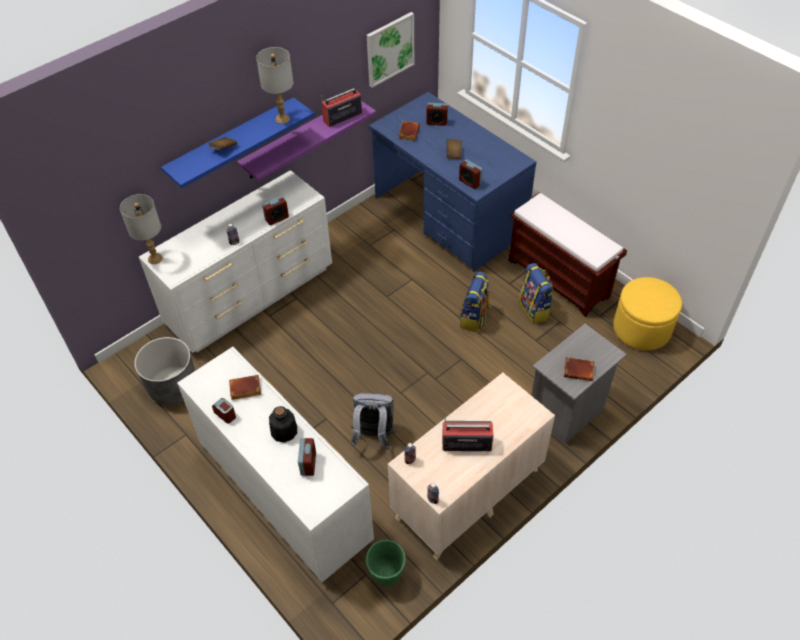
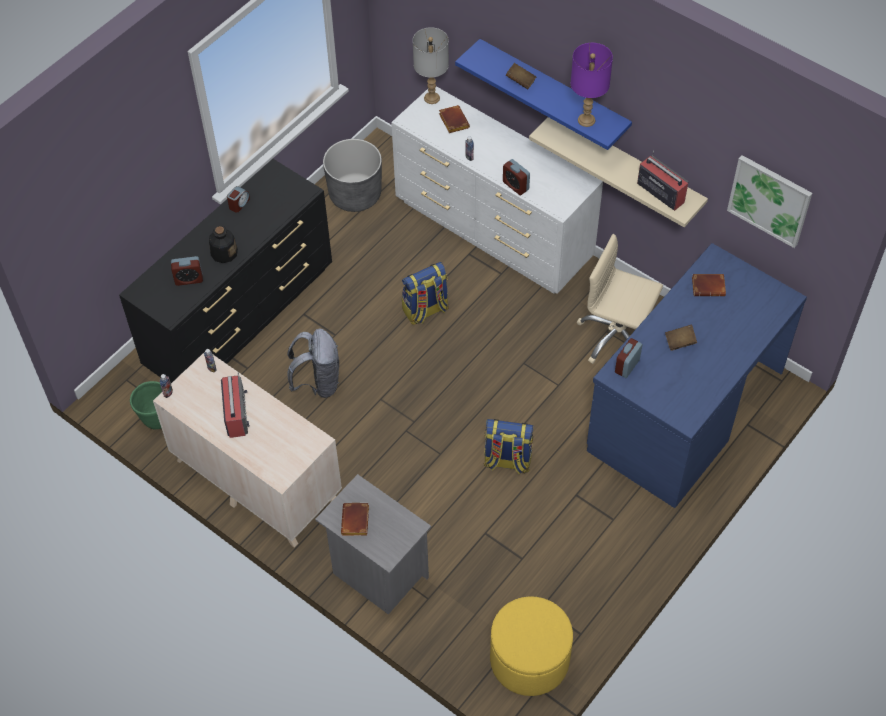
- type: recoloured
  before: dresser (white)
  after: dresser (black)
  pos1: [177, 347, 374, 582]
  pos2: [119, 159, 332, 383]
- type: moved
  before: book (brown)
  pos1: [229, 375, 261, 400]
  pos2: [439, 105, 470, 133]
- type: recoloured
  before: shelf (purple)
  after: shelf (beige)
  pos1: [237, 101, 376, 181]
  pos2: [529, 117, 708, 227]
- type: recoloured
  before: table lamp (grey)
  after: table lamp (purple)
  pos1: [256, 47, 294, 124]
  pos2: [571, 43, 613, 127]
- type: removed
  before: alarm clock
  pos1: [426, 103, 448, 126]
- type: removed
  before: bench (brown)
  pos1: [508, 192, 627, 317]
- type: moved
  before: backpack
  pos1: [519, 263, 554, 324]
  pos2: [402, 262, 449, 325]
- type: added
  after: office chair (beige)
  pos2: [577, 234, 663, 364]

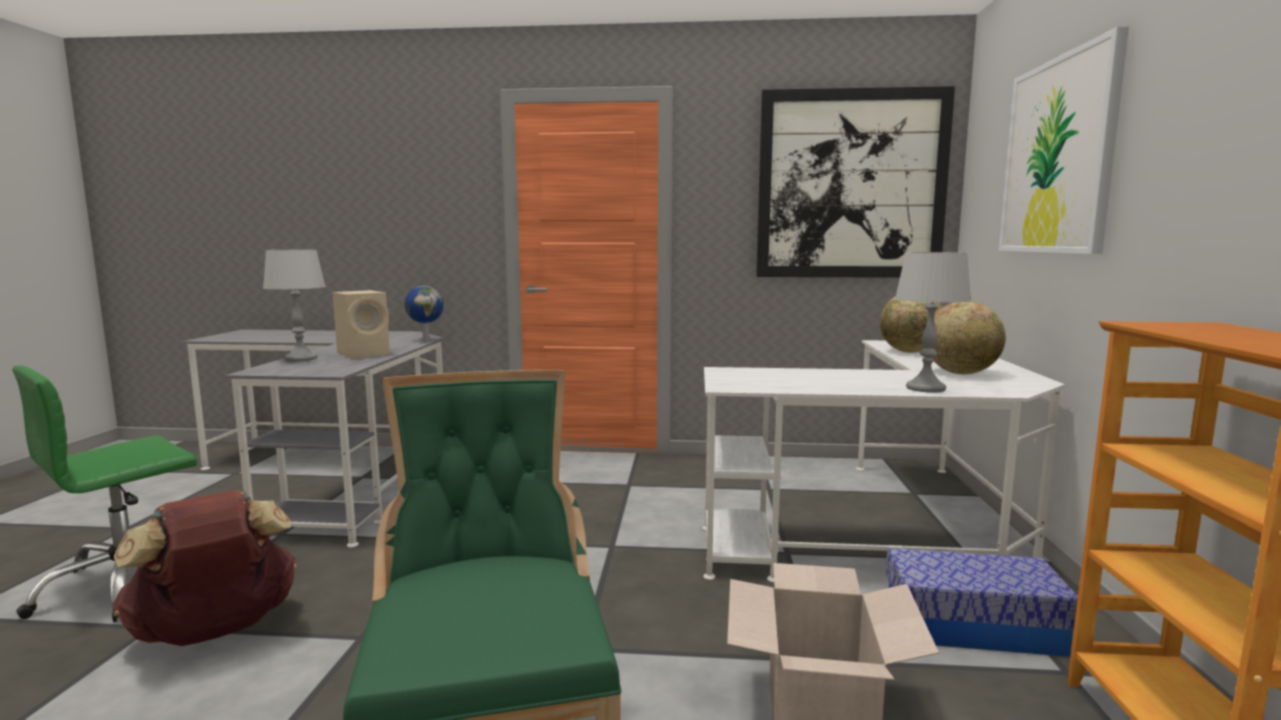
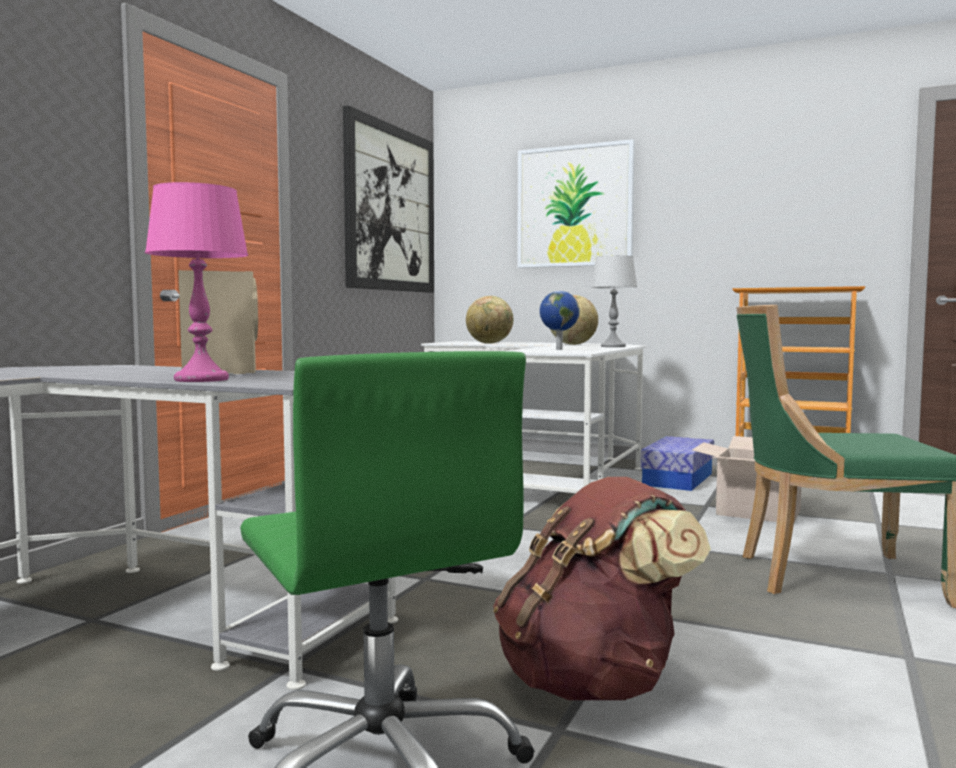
- type: recoloured
  before: table lamp (grey)
  after: table lamp (pink)
  pos1: [263, 250, 326, 362]
  pos2: [145, 182, 248, 382]
- type: moved
  before: globe
  pos1: [405, 286, 444, 341]
  pos2: [540, 291, 580, 350]

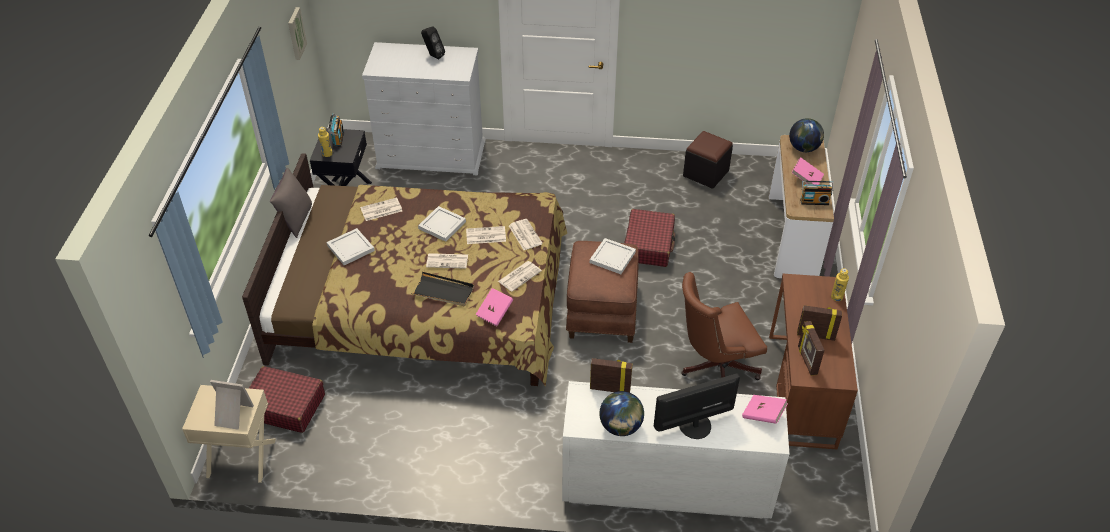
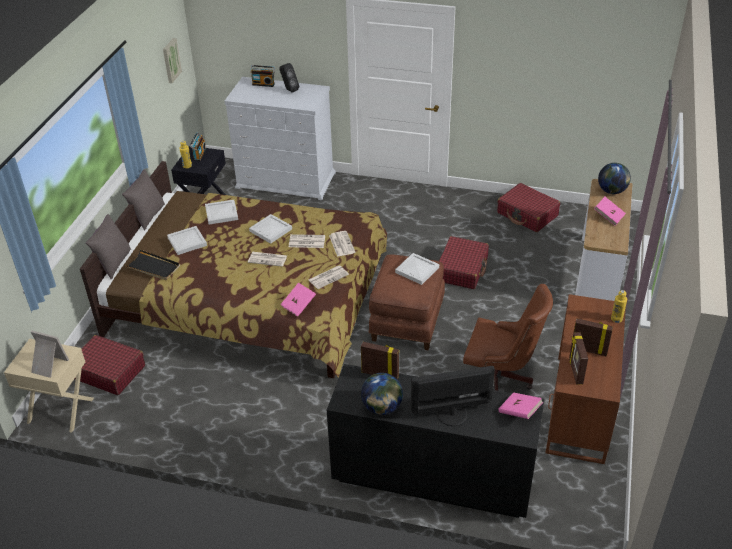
- type: replaced
  before: newspaper
  after: tray (white)
  pos1: [360, 197, 402, 221]
  pos2: [205, 200, 238, 224]
- type: moved
  before: tray (black)
  pos1: [411, 272, 474, 306]
  pos2: [124, 250, 180, 280]
- type: recoloured
  before: dresser (white)
  after: dresser (black)
  pos1: [562, 381, 789, 519]
  pos2: [327, 364, 544, 518]
- type: turned
  before: office chair (brown)
  pos1: [681, 272, 767, 380]
  pos2: [463, 284, 553, 391]
  turn: -150
- type: replaced
  before: ottoman (black)
  after: suitcase (red)
  pos1: [683, 131, 733, 189]
  pos2: [497, 183, 560, 232]
- type: moved
  before: radio
  pos1: [800, 181, 833, 205]
  pos2: [250, 65, 275, 87]
- type: added
  after: pillow (grey)
  pos2: [86, 214, 131, 280]

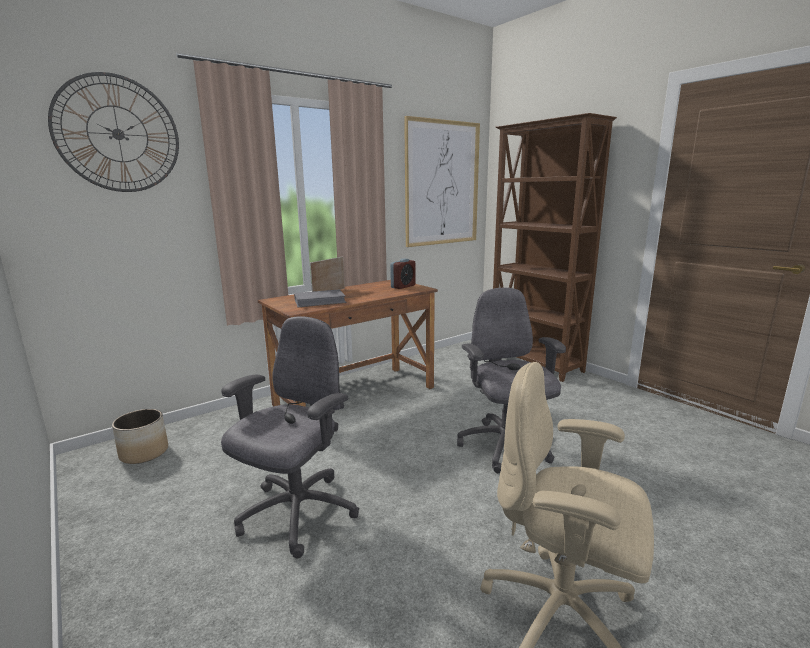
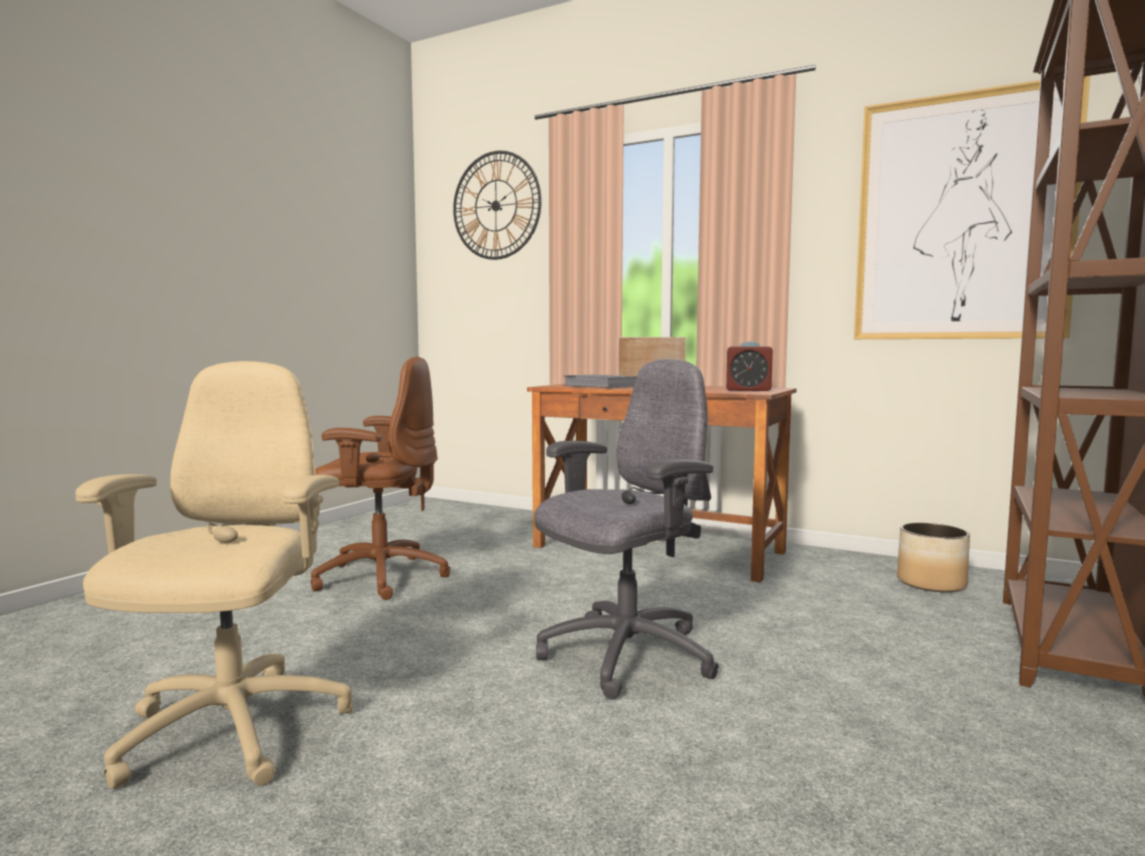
- type: moved
  before: planter
  pos1: [112, 409, 168, 464]
  pos2: [897, 523, 970, 592]
- type: recoloured
  before: office chair (grey)
  after: office chair (brown)
  pos1: [221, 316, 359, 558]
  pos2: [311, 356, 450, 600]

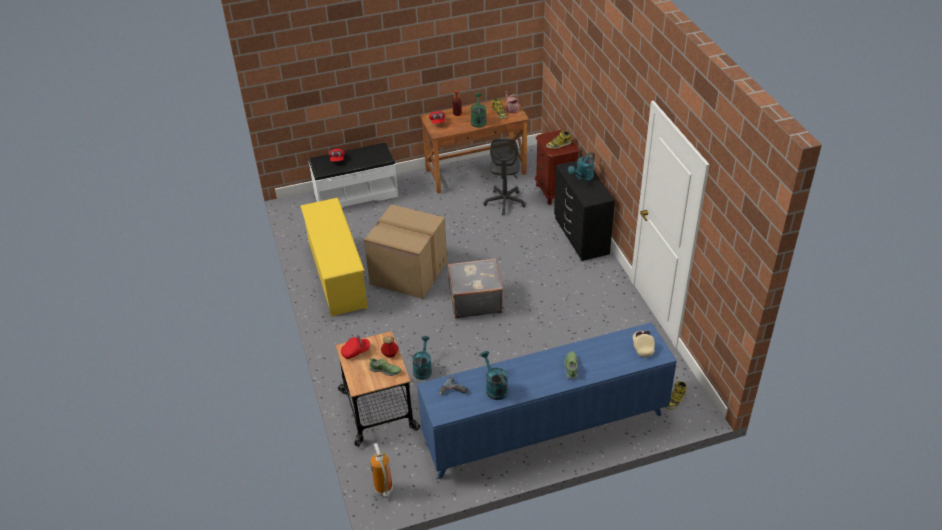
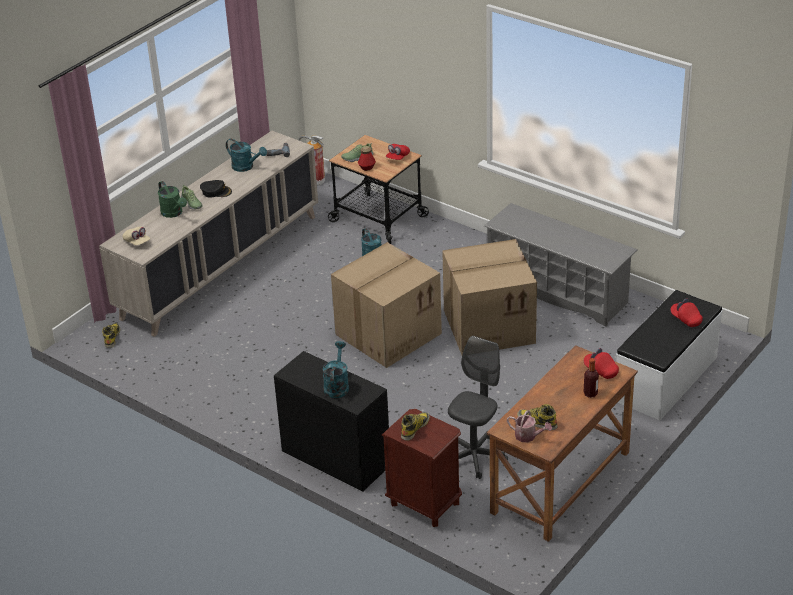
- type: recoloured
  before: shoe rack (yellow)
  after: shoe rack (grey)
  pos1: [300, 198, 368, 316]
  pos2: [484, 203, 637, 327]
- type: recoloured
  before: cabinet (blue)
  after: cabinet (beige)
  pos1: [417, 322, 677, 479]
  pos2: [99, 131, 318, 337]
- type: replaced
  before: suitcase (grey)
  after: cardboard box
  pos1: [447, 258, 503, 318]
  pos2: [331, 242, 442, 368]
- type: moved
  before: watering can (green)
  pos1: [471, 93, 487, 128]
  pos2: [158, 181, 187, 218]
- type: turned
  before: office chair (grey)
  pos1: [483, 139, 526, 216]
  pos2: [448, 336, 508, 479]
  turn: 60
- type: added
  after: cap (black)
  pos2: [200, 180, 232, 198]

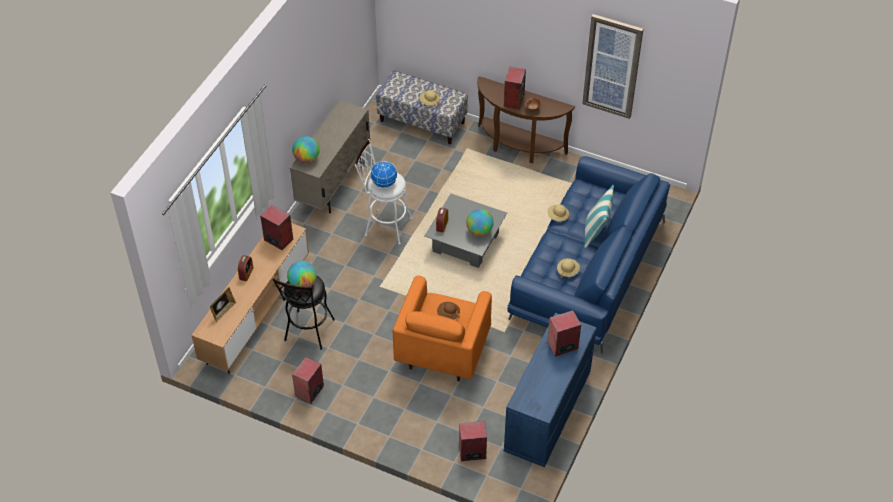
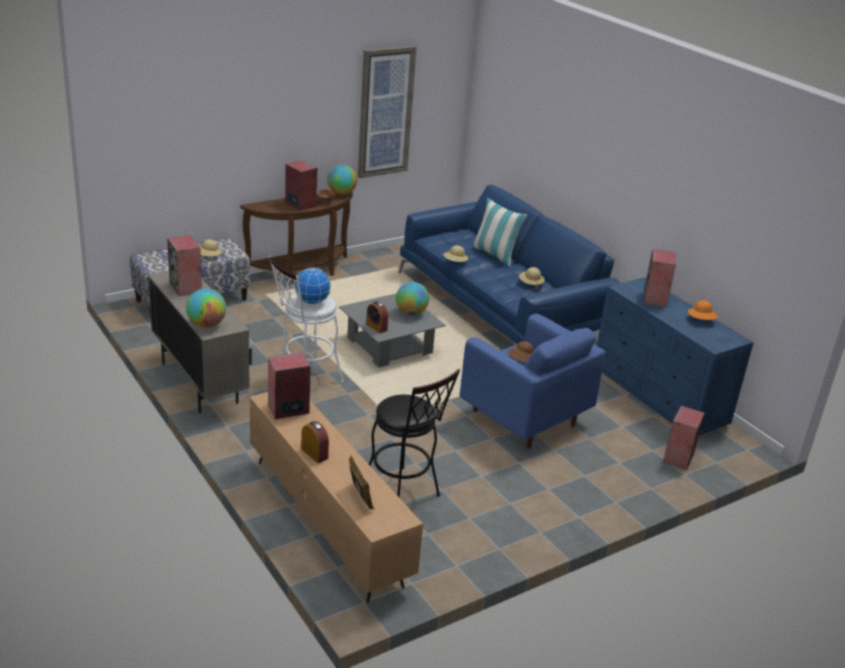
- type: moved
  before: globe
  pos1: [287, 261, 317, 286]
  pos2: [327, 165, 357, 195]
- type: moved
  before: speaker
  pos1: [292, 357, 324, 404]
  pos2: [167, 235, 202, 296]
- type: recoloured
  before: armchair (orange)
  after: armchair (blue)
  pos1: [393, 275, 492, 382]
  pos2: [459, 314, 605, 449]
- type: added
  after: hat (orange)
  pos2: [688, 301, 718, 320]

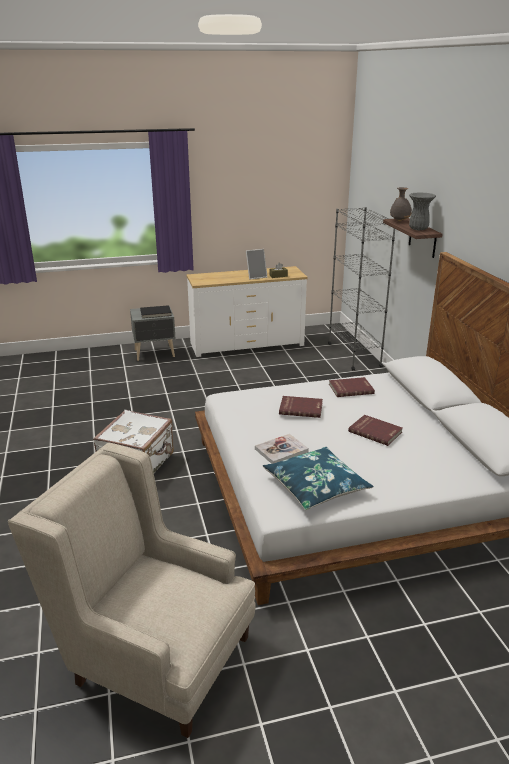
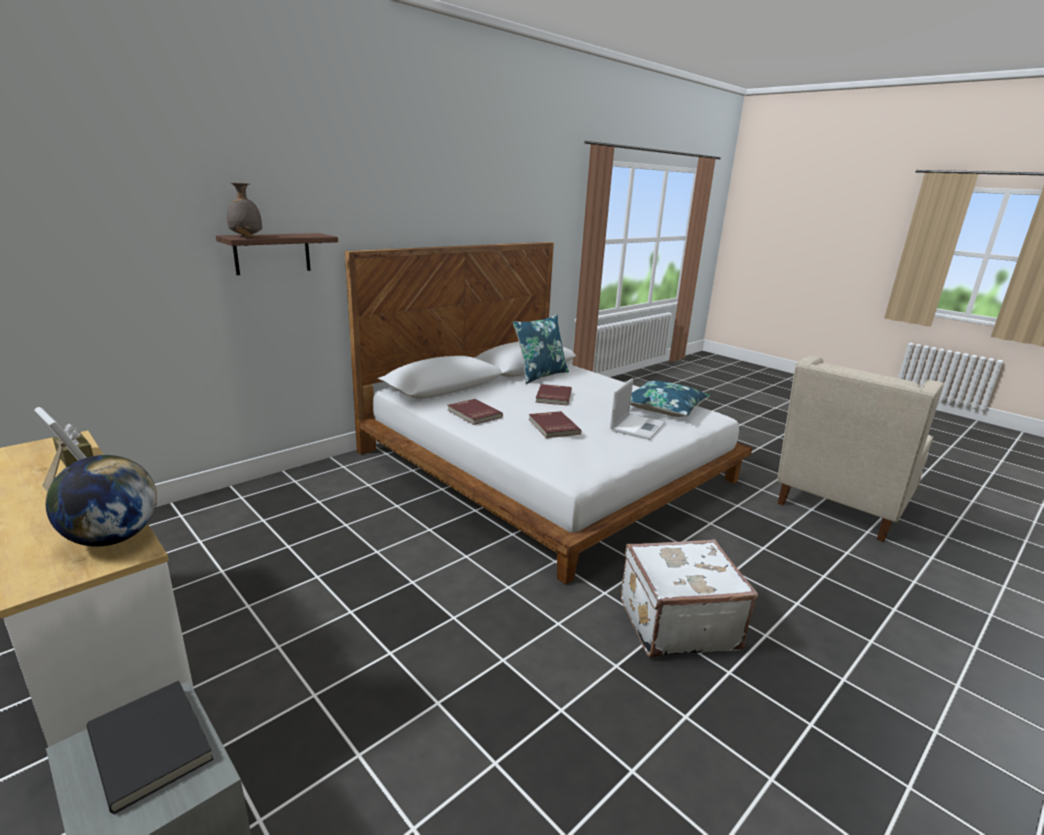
- type: turned
  before: armchair (beige)
  pos1: [8, 442, 256, 738]
  pos2: [777, 355, 944, 542]
  turn: 45
- type: replaced
  before: book
  after: laptop
  pos1: [255, 434, 309, 464]
  pos2: [610, 378, 665, 440]
- type: removed
  before: bookcase (grey)
  pos1: [328, 207, 395, 371]
- type: removed
  before: vase (grey)
  pos1: [409, 192, 436, 230]
- type: added
  after: globe
  pos2: [46, 455, 157, 547]
- type: added
  after: pillow (blue)
  pos2: [513, 314, 569, 384]

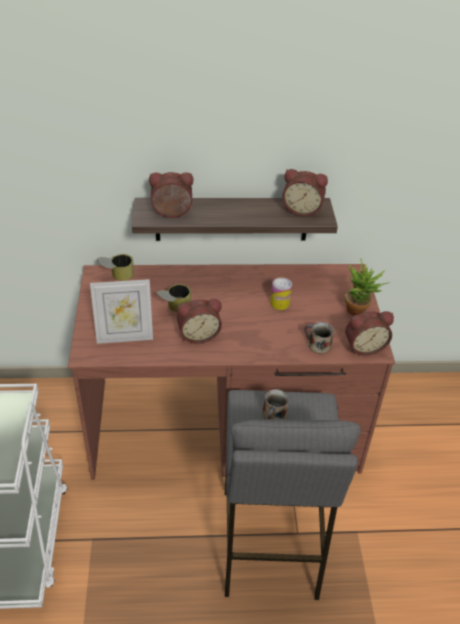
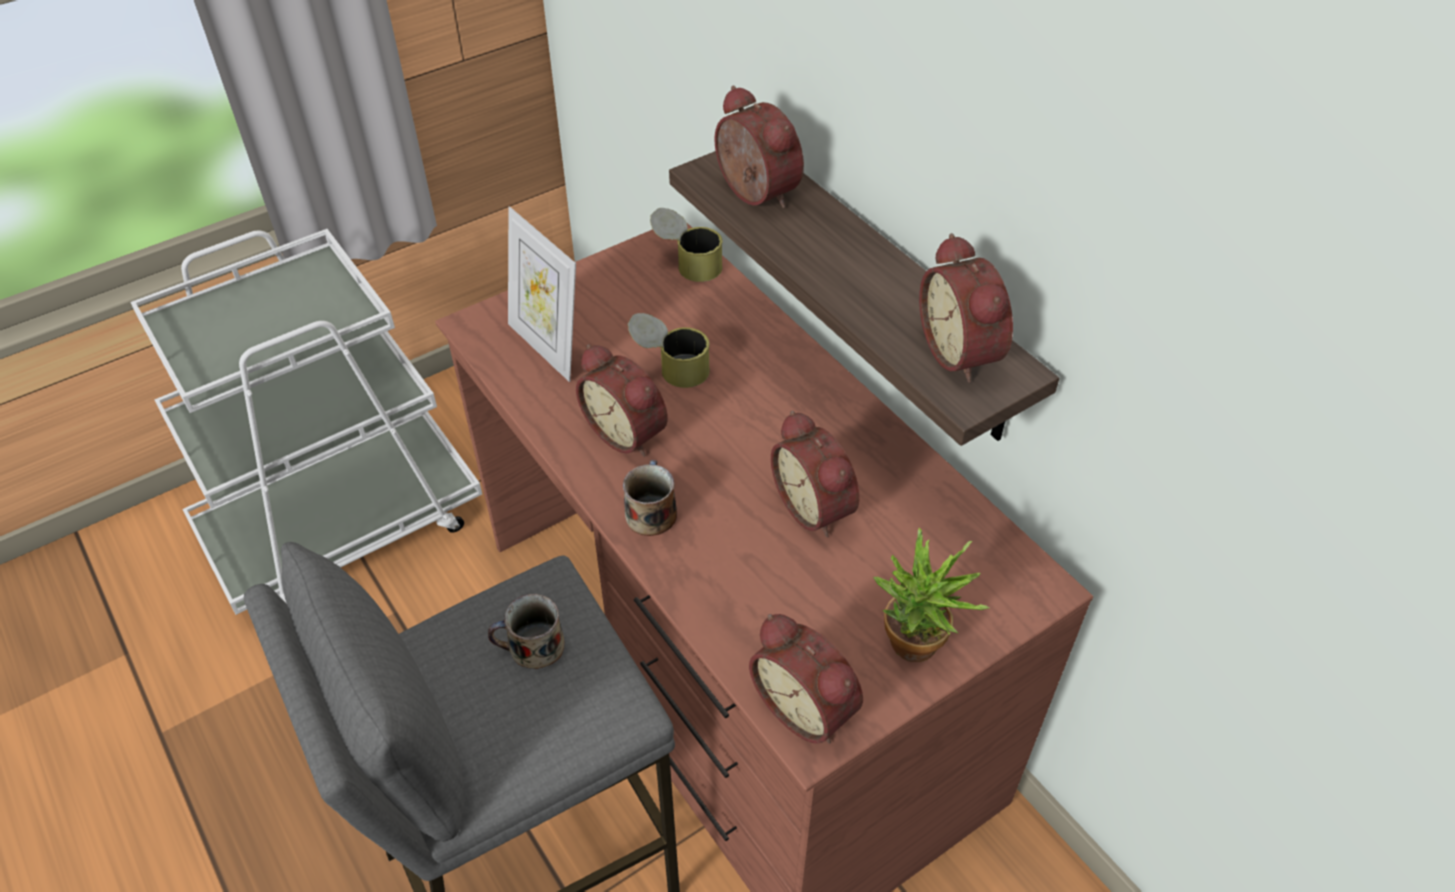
- type: replaced
  before: can
  after: alarm clock
  pos1: [270, 277, 292, 310]
  pos2: [771, 411, 860, 537]
- type: moved
  before: mug
  pos1: [304, 322, 334, 354]
  pos2: [623, 460, 677, 536]

